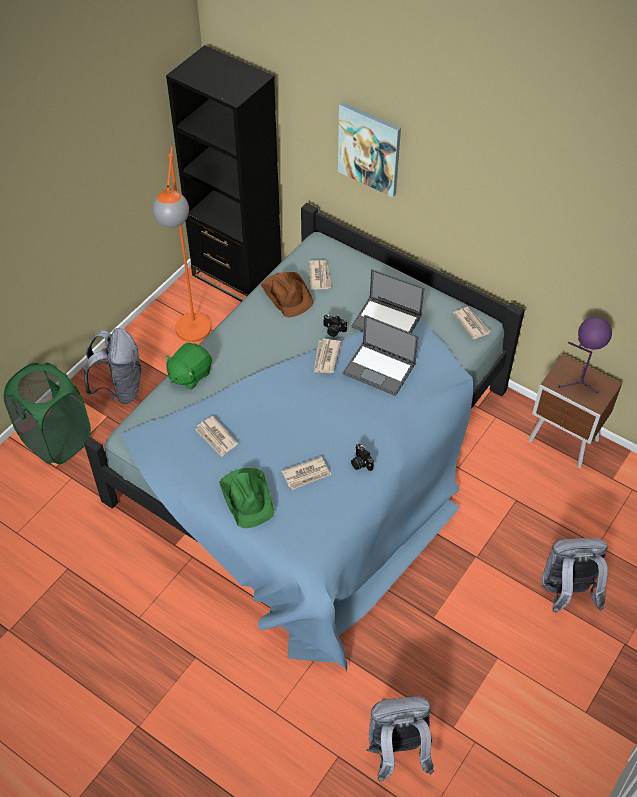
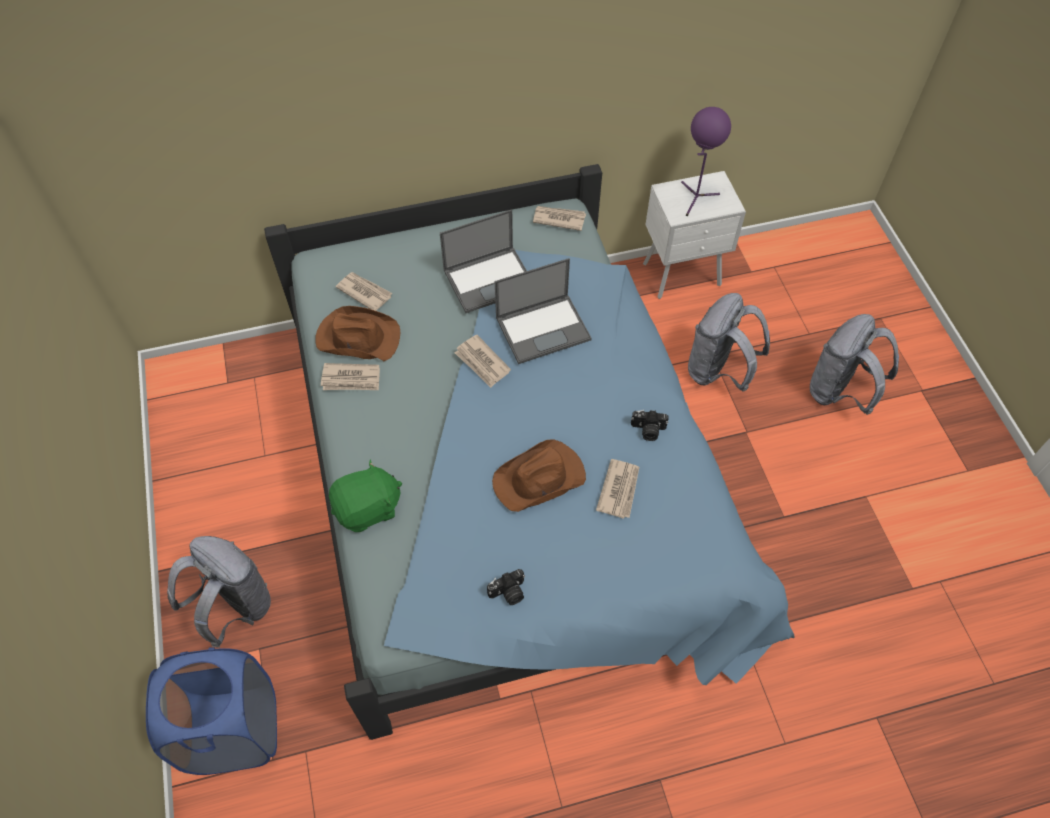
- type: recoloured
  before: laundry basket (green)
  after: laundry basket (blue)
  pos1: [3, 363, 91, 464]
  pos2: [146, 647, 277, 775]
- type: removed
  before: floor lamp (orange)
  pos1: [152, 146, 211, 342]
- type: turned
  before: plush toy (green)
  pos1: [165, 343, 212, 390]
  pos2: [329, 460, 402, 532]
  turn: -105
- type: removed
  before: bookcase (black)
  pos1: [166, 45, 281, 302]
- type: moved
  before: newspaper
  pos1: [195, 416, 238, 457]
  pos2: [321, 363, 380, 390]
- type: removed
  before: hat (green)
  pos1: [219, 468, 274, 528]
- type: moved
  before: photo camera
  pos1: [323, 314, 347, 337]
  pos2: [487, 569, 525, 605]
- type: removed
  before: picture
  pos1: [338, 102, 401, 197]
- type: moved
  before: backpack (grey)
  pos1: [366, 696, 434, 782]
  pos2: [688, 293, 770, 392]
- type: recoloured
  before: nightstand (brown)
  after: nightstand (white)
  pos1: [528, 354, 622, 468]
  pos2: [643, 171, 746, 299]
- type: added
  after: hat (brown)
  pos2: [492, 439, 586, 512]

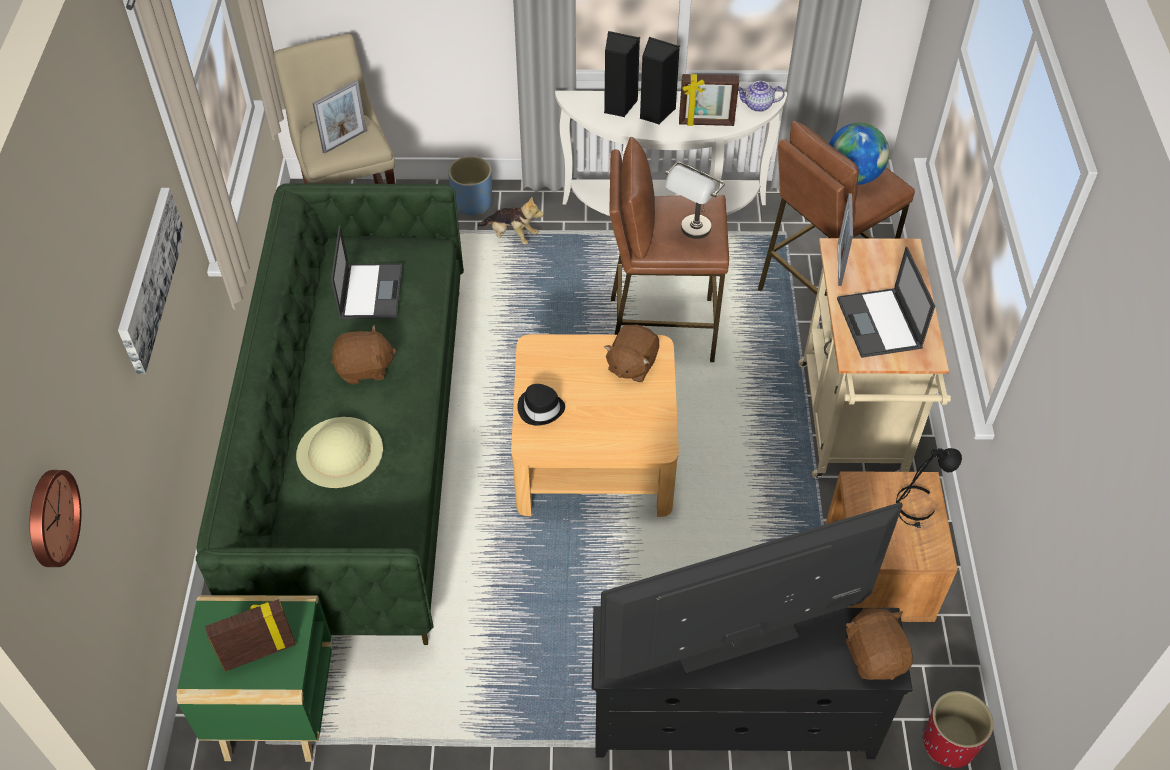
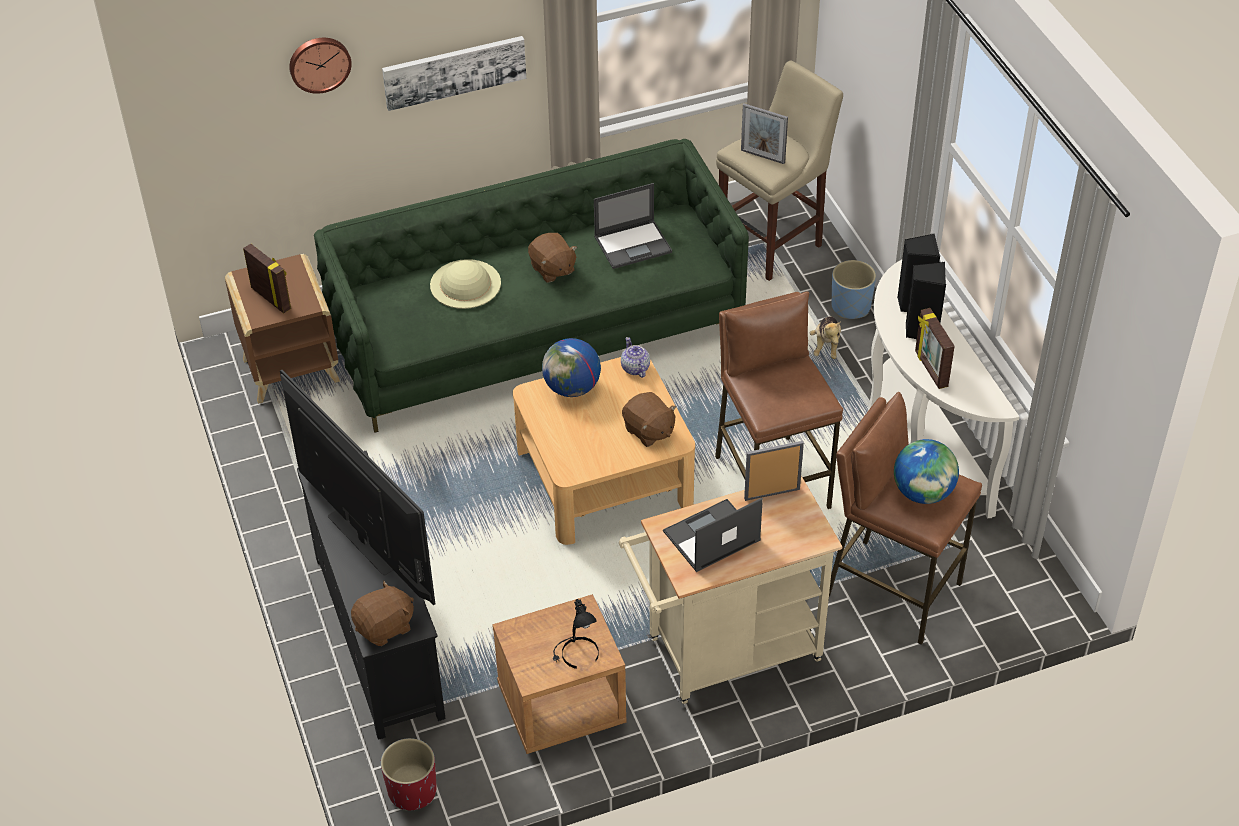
- type: moved
  before: wall clock
  pos1: [29, 470, 81, 567]
  pos2: [289, 38, 352, 94]
- type: recoloured
  before: side table (green)
  after: side table (brown)
  pos1: [177, 595, 332, 762]
  pos2: [225, 254, 340, 404]
- type: replaced
  before: hat (black)
  after: globe
  pos1: [517, 384, 565, 425]
  pos2: [542, 338, 601, 397]
- type: turned
  before: plush toy (brown)
  pos1: [604, 325, 659, 382]
  pos2: [622, 392, 677, 447]
  turn: -135
- type: removed
  before: table lamp (grey)
  pos1: [665, 162, 725, 239]
- type: moved
  before: teapot
  pos1: [738, 81, 785, 112]
  pos2: [621, 337, 650, 378]

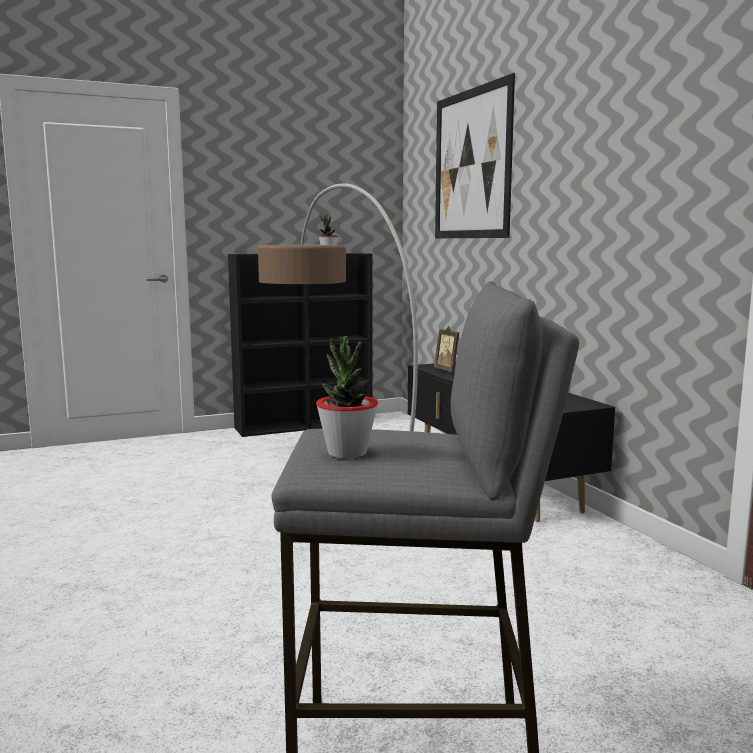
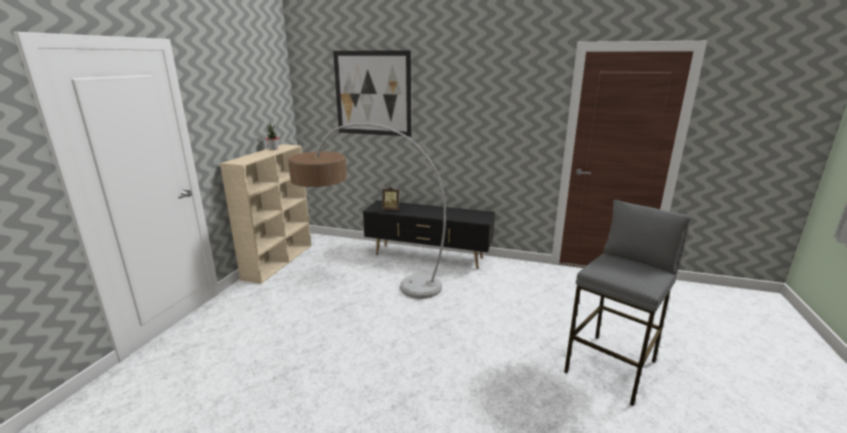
- type: recoloured
  before: bookcase (black)
  after: bookcase (beige)
  pos1: [228, 253, 373, 437]
  pos2: [220, 144, 311, 284]
- type: removed
  before: potted plant
  pos1: [316, 336, 378, 459]

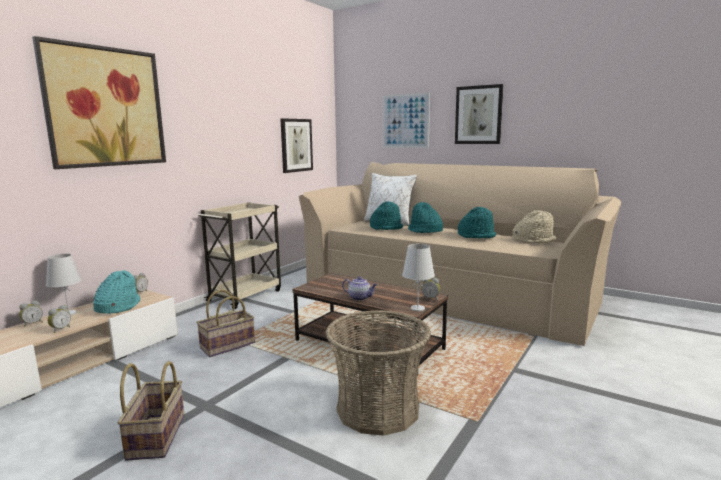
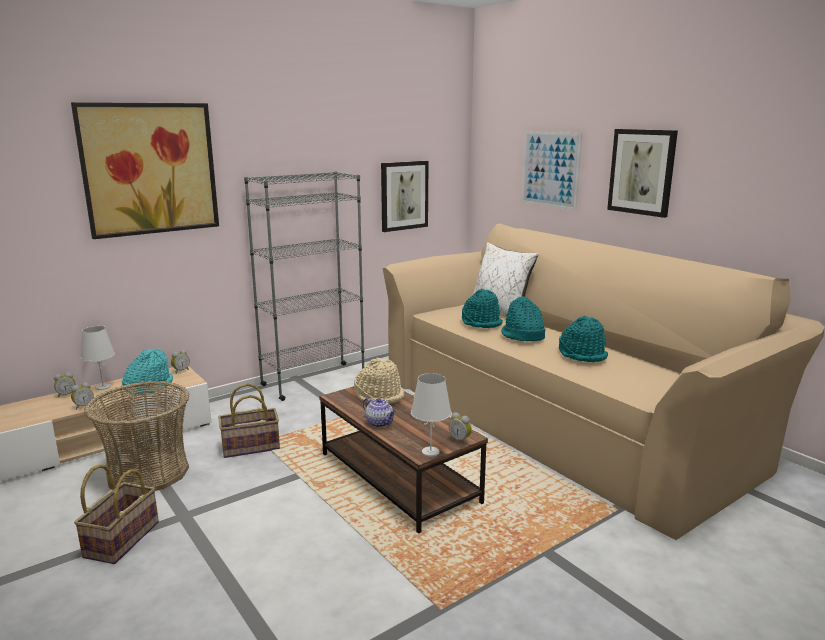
- type: replaced
  before: cart (beige)
  after: bookcase (grey)
  pos1: [198, 202, 281, 309]
  pos2: [244, 171, 364, 401]
- type: moved
  before: basket
  pos1: [325, 310, 431, 436]
  pos2: [84, 381, 189, 491]
- type: moved
  before: hat (beige)
  pos1: [513, 210, 556, 244]
  pos2: [354, 357, 404, 403]

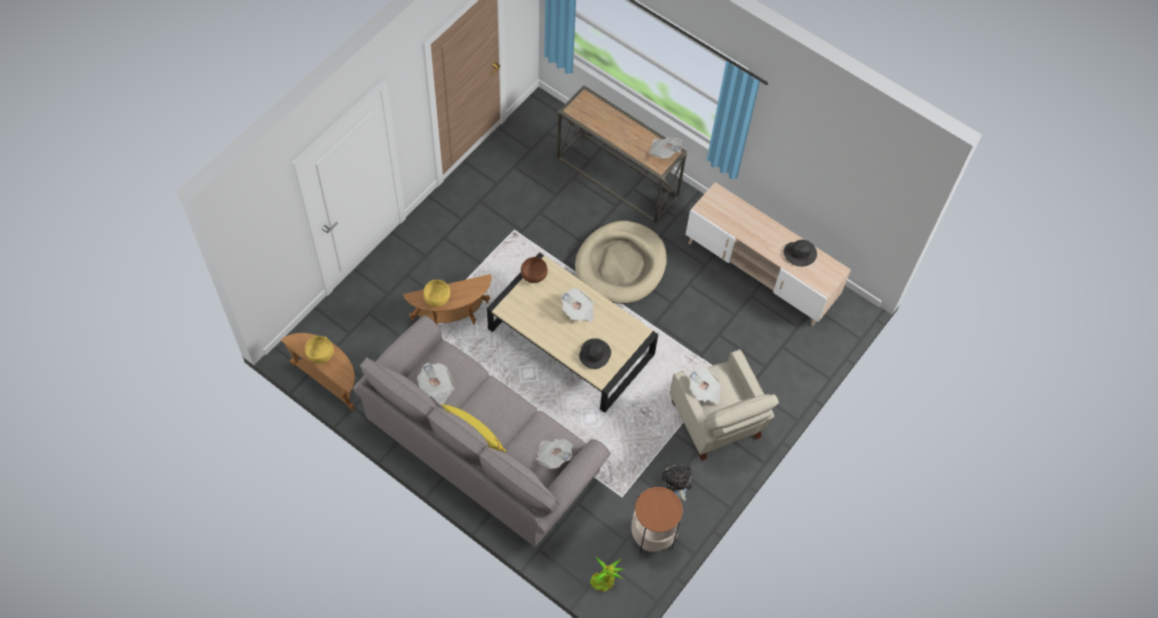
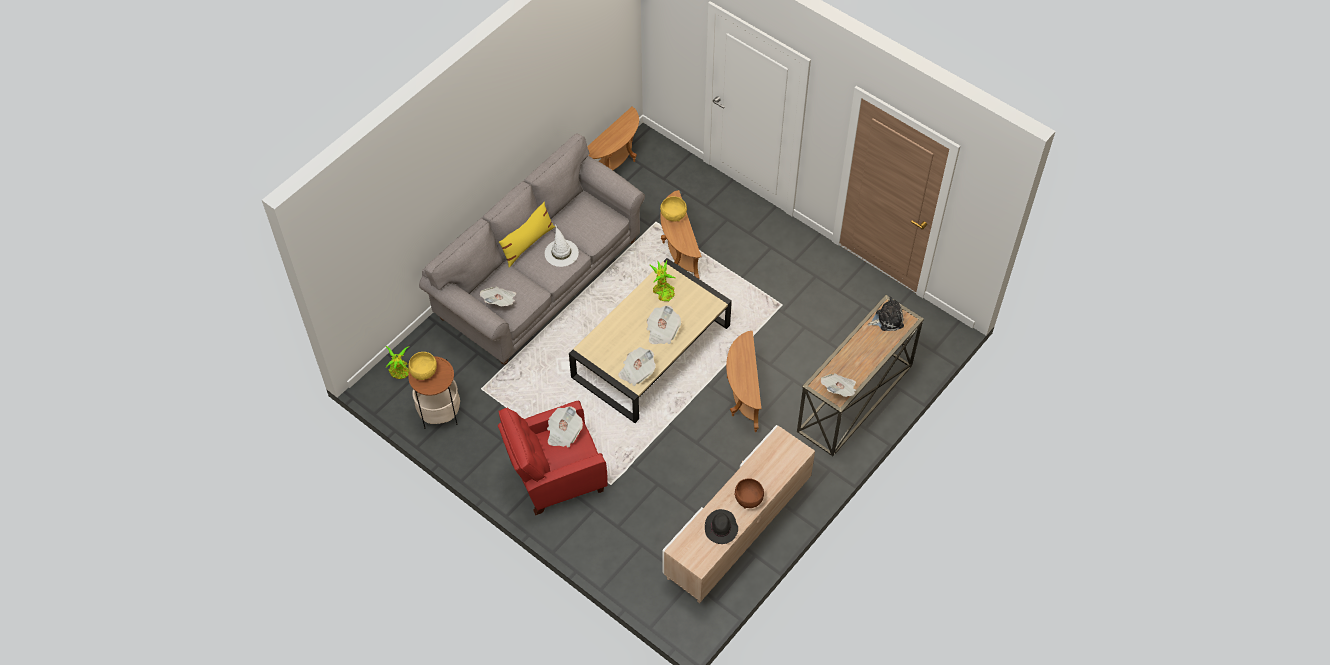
- type: moved
  before: bowl (yellow)
  pos1: [305, 336, 334, 363]
  pos2: [408, 352, 437, 380]
- type: moved
  before: newspaper
  pos1: [417, 363, 455, 405]
  pos2: [618, 347, 656, 386]
- type: moved
  before: bowl (brown)
  pos1: [521, 257, 548, 283]
  pos2: [734, 478, 764, 508]
- type: replaced
  before: dog bed (beige)
  after: side table (brown)
  pos1: [575, 221, 667, 304]
  pos2: [726, 331, 761, 432]
- type: removed
  before: hat (black)
  pos1: [579, 338, 611, 369]
- type: moved
  before: plush toy
  pos1: [662, 465, 692, 501]
  pos2: [868, 296, 904, 331]
- type: recoloured
  before: armchair (beige)
  after: armchair (red)
  pos1: [670, 349, 779, 461]
  pos2: [498, 401, 608, 515]
- type: added
  after: hat (white)
  pos2: [545, 224, 579, 267]
- type: added
  after: potted plant
  pos2: [650, 261, 675, 301]

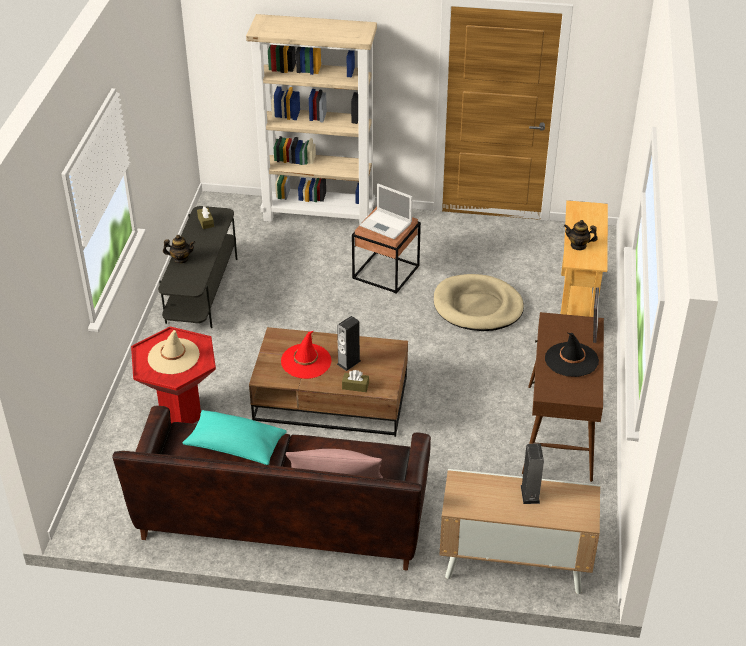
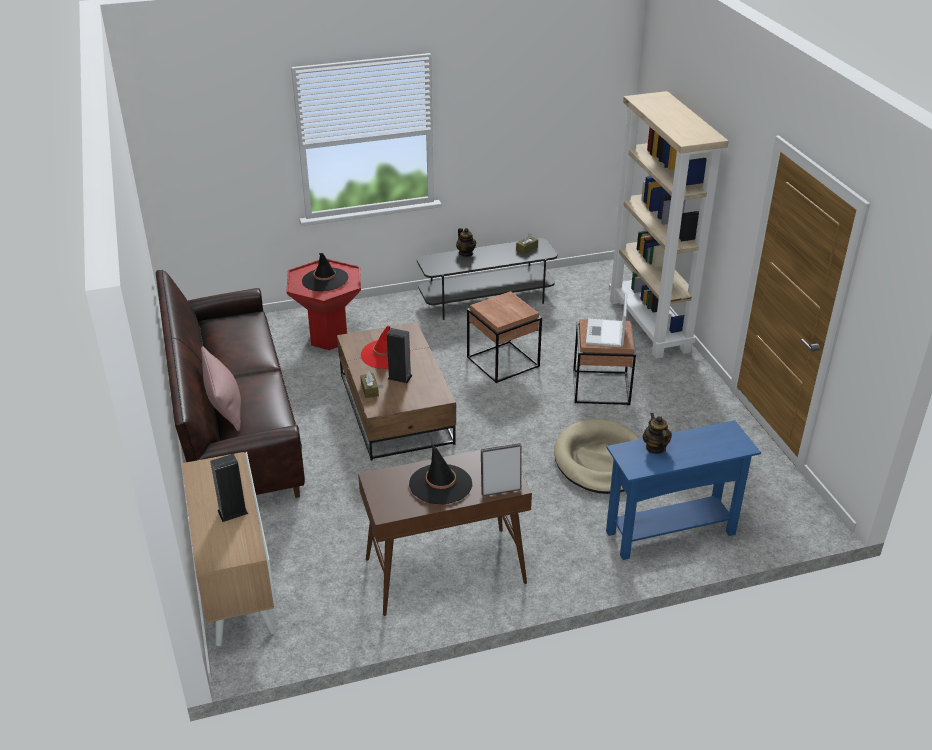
- type: recoloured
  before: hat (beige)
  after: hat (black)
  pos1: [148, 330, 200, 374]
  pos2: [302, 253, 348, 291]
- type: removed
  before: pillow (turquoise)
  pos1: [182, 410, 287, 465]
- type: recoloured
  before: console table (beige)
  after: console table (blue)
  pos1: [561, 200, 608, 317]
  pos2: [606, 420, 761, 560]
- type: added
  after: side table (brown)
  pos2: [467, 291, 542, 383]

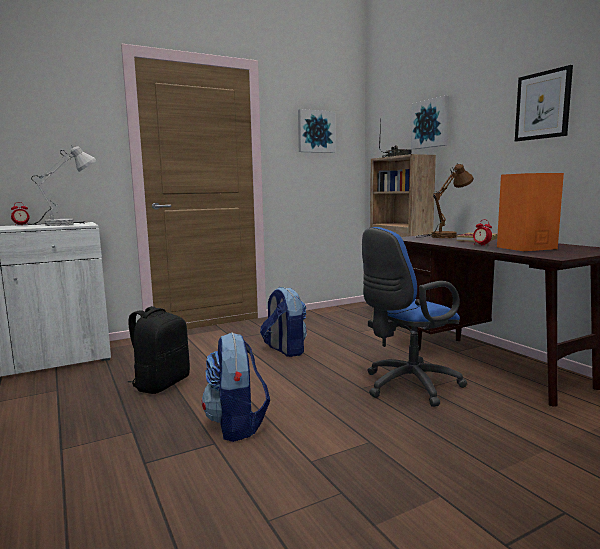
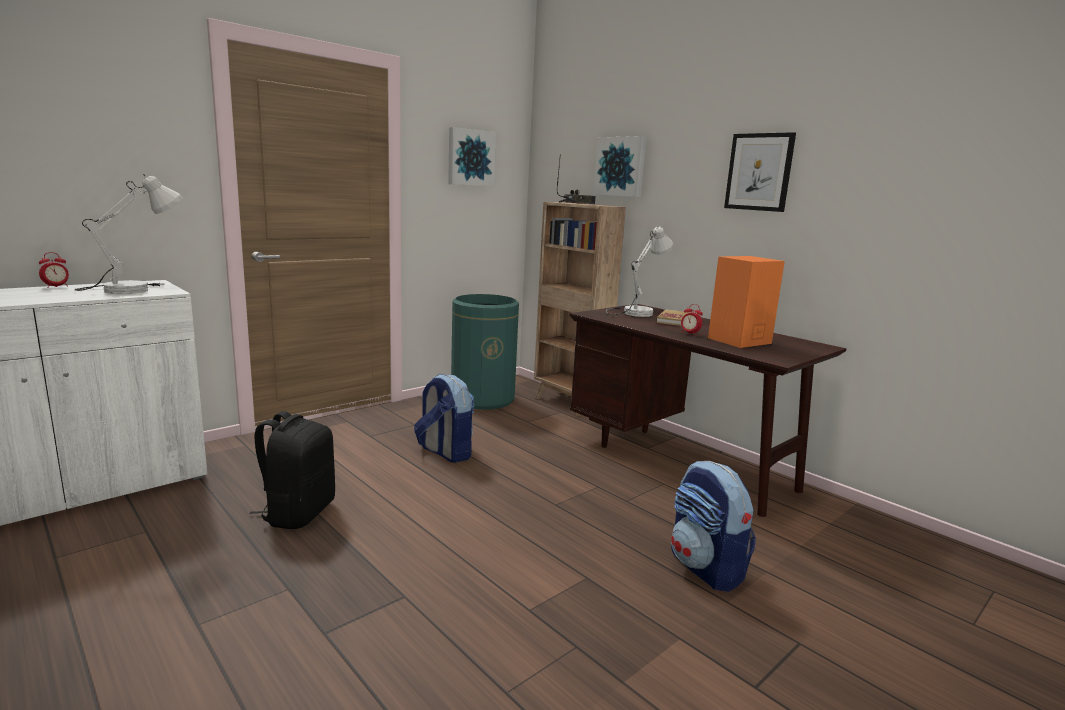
- type: moved
  before: backpack
  pos1: [202, 332, 270, 442]
  pos2: [671, 461, 756, 592]
- type: removed
  before: office chair (blue)
  pos1: [362, 227, 467, 407]
- type: recoloured
  before: table lamp (brown)
  after: table lamp (white)
  pos1: [415, 163, 474, 238]
  pos2: [606, 226, 674, 317]
- type: added
  after: trash can (green)
  pos2: [451, 294, 519, 410]

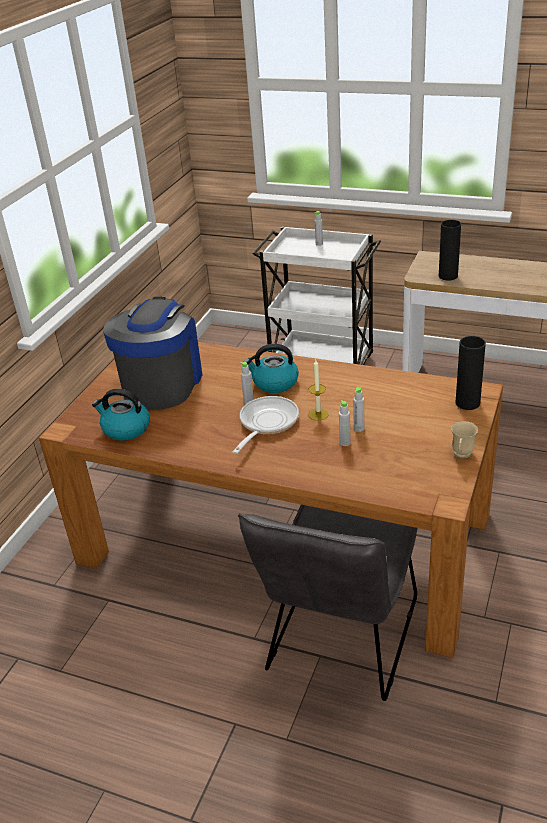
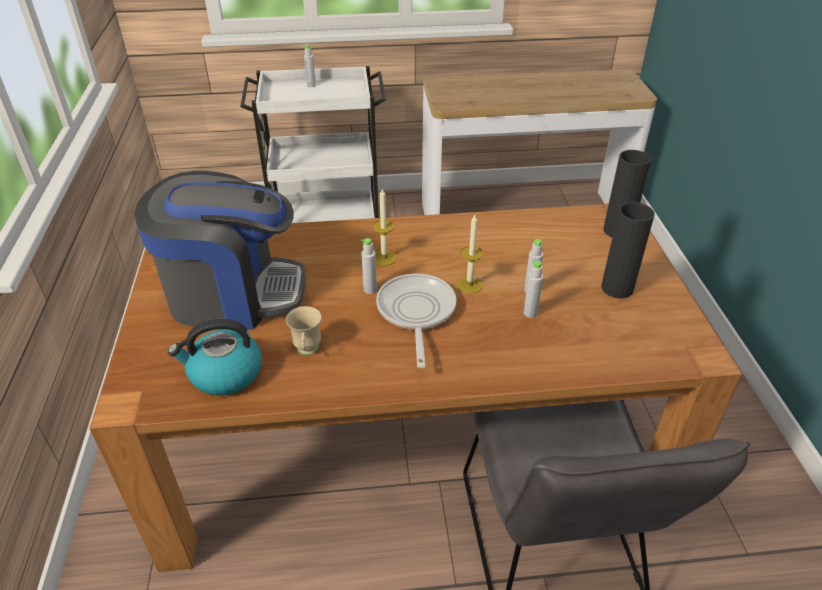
- type: turned
  before: coffee machine
  pos1: [103, 297, 202, 410]
  pos2: [134, 171, 306, 330]
  turn: 105
- type: replaced
  before: kettle
  after: candle
  pos1: [244, 344, 299, 393]
  pos2: [372, 189, 397, 266]
- type: moved
  before: vase (black)
  pos1: [439, 220, 461, 280]
  pos2: [601, 202, 655, 299]
- type: moved
  before: mug (beige)
  pos1: [451, 421, 478, 458]
  pos2: [286, 306, 322, 355]

